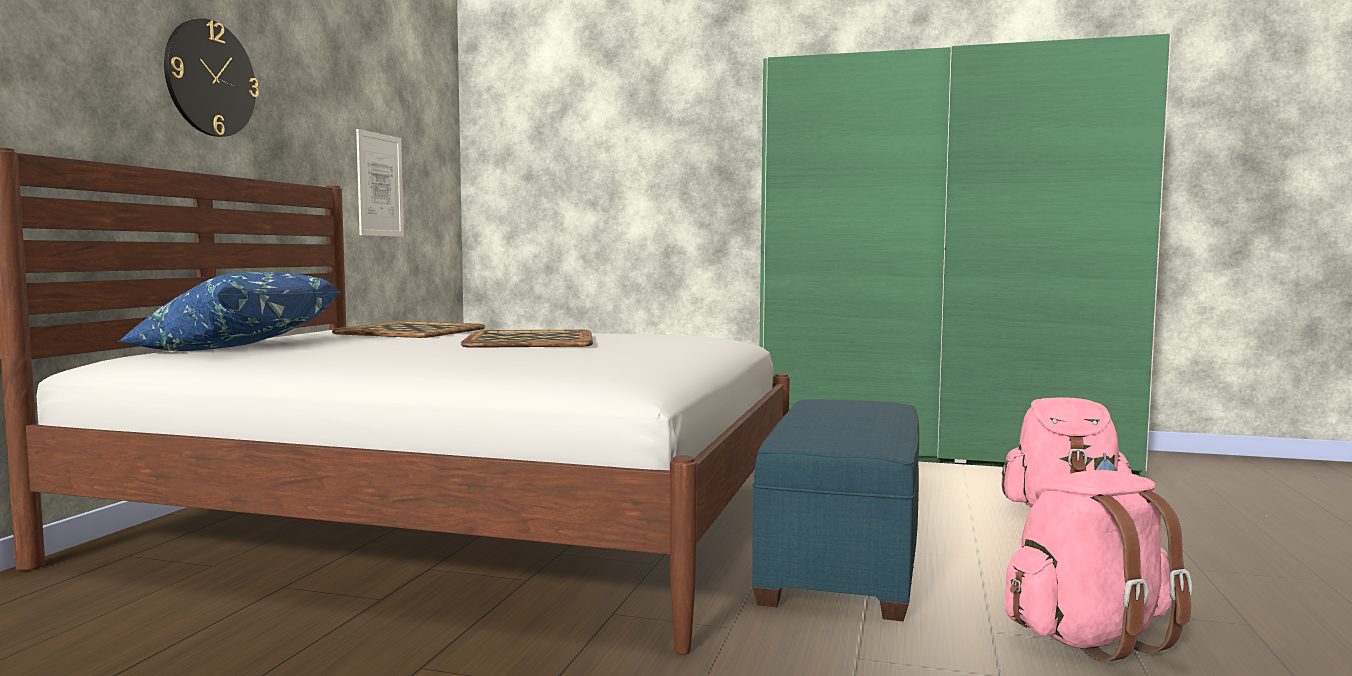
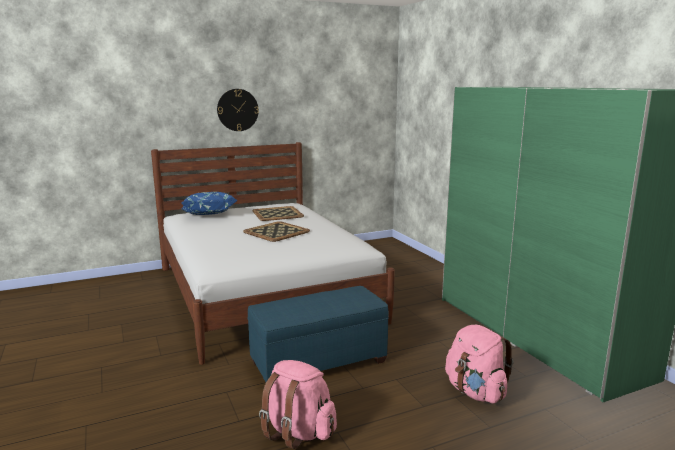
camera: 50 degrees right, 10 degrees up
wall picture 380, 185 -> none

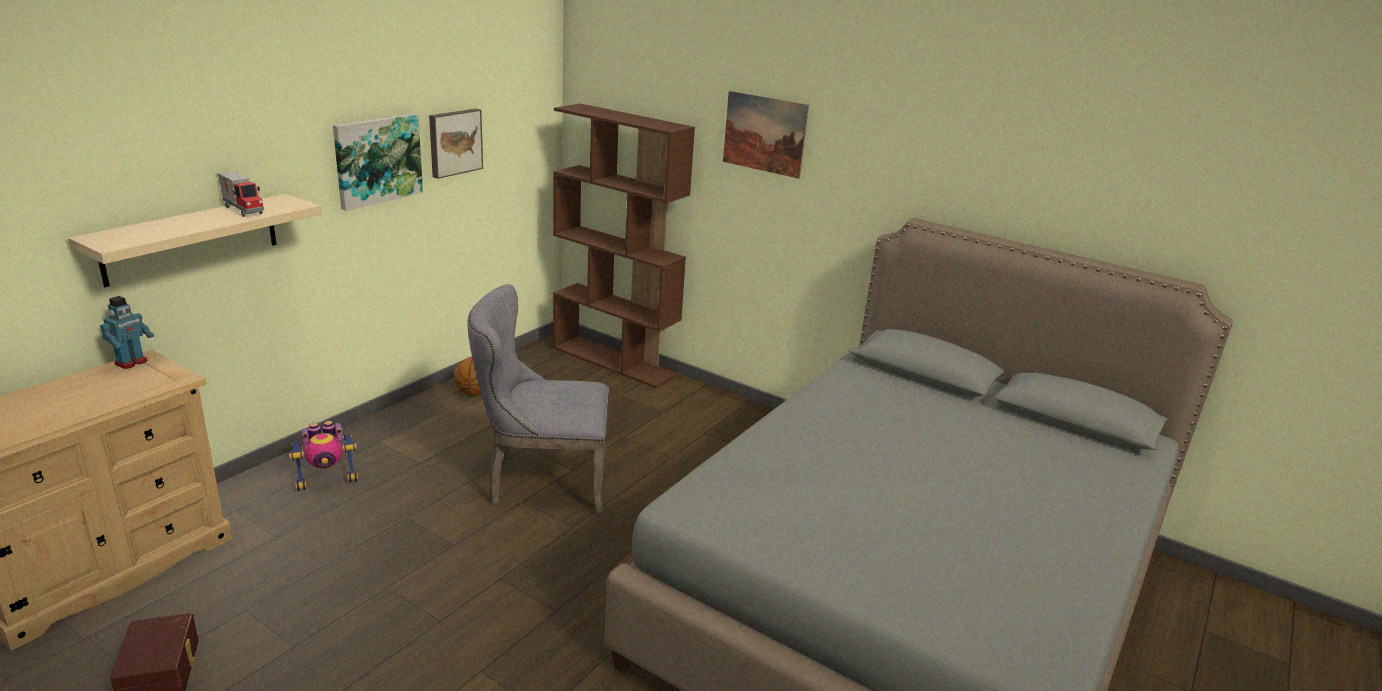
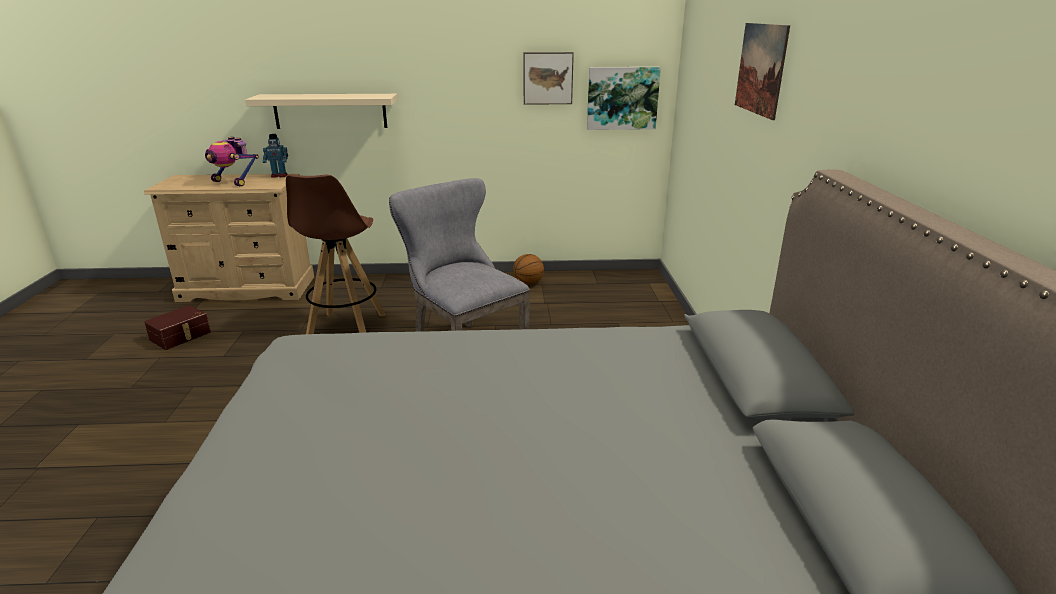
camera: 55 degrees right, 0 degrees up
toy truck 244, 210 -> none
toy robot 327, 481 -> toy robot 233, 182, shifted
wall picture 377, 160 -> wall picture 622, 98, shifted
shelving unit (brownish) 615, 361 -> none
none -> stool (brownish) 346, 330

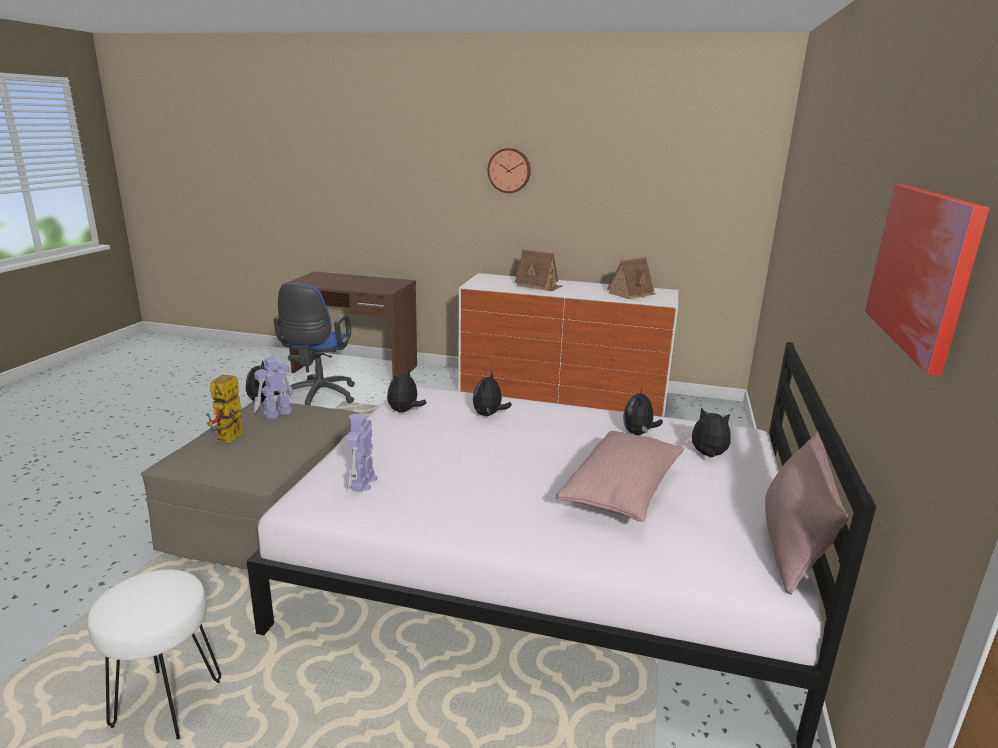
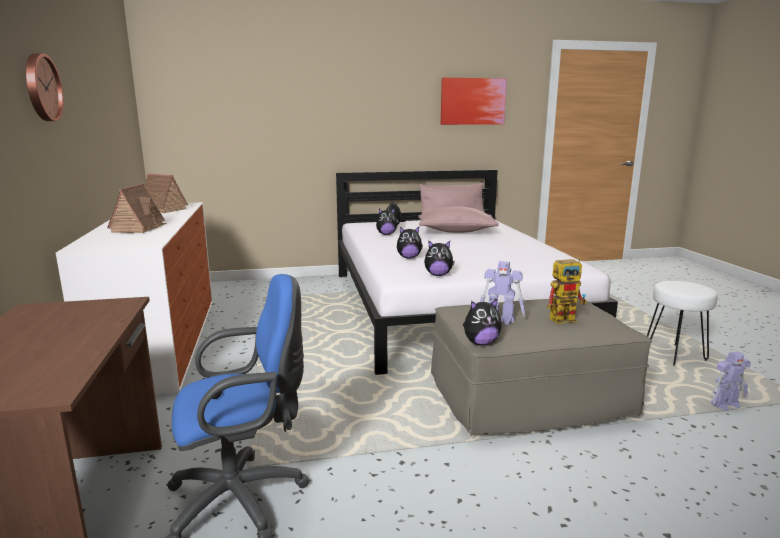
camera: 115 degrees left, 5 degrees down
toy robot 362, 483 -> toy robot 726, 405, shifted

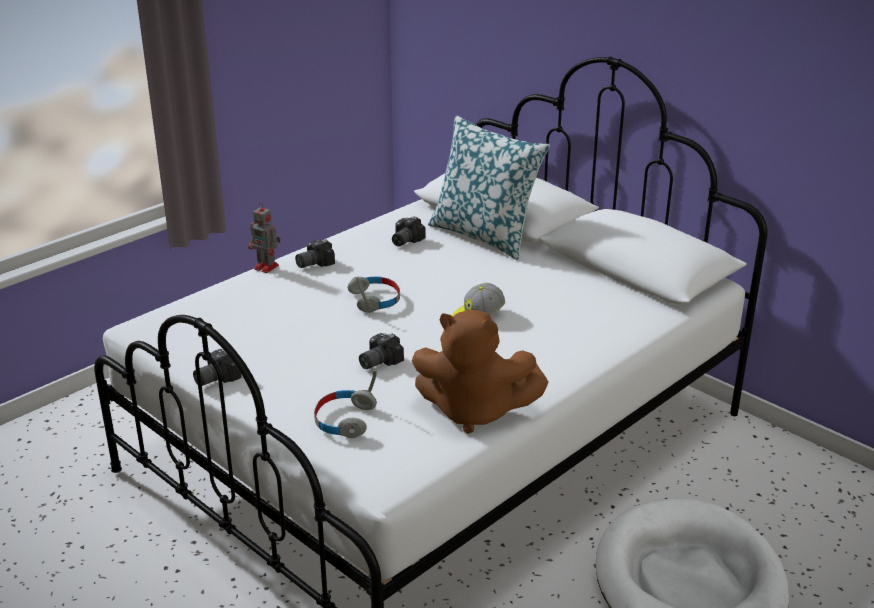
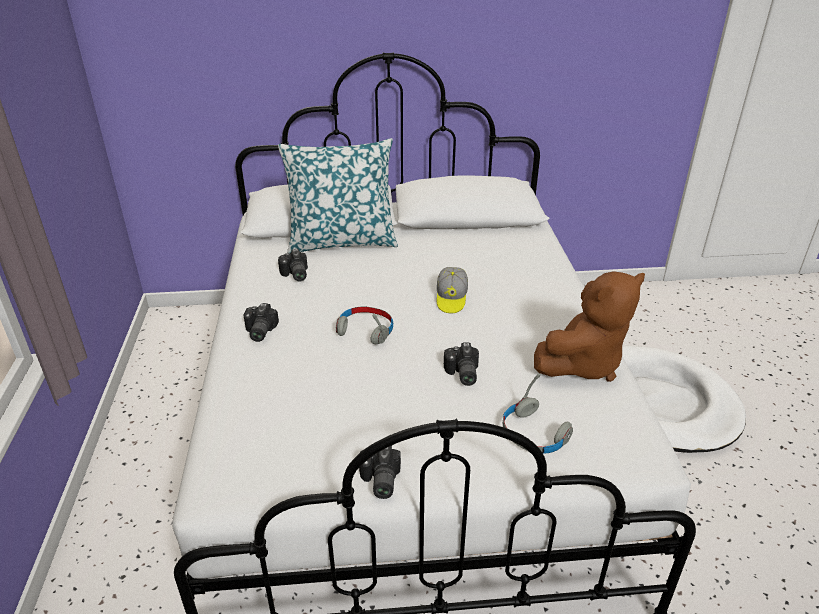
camera: 50 degrees left, 5 degrees up
toy robot 267, 267 -> none

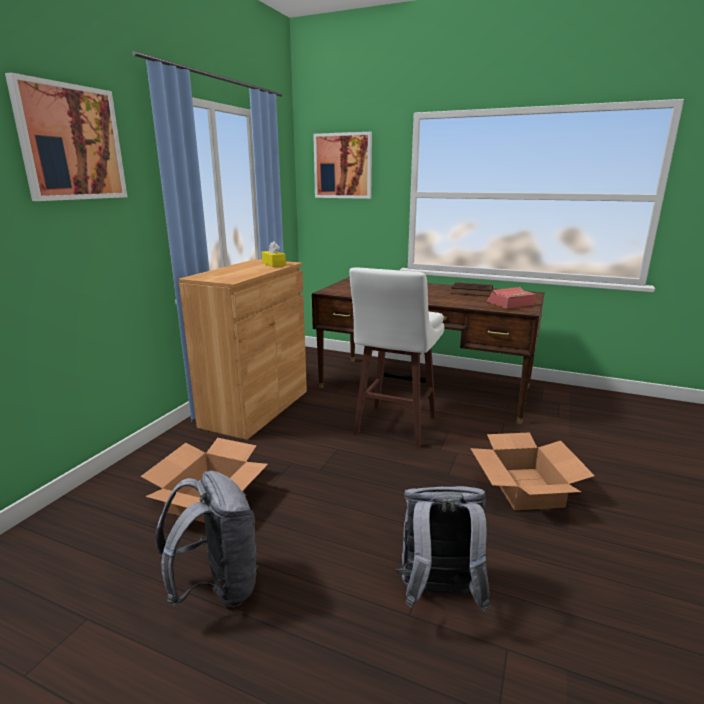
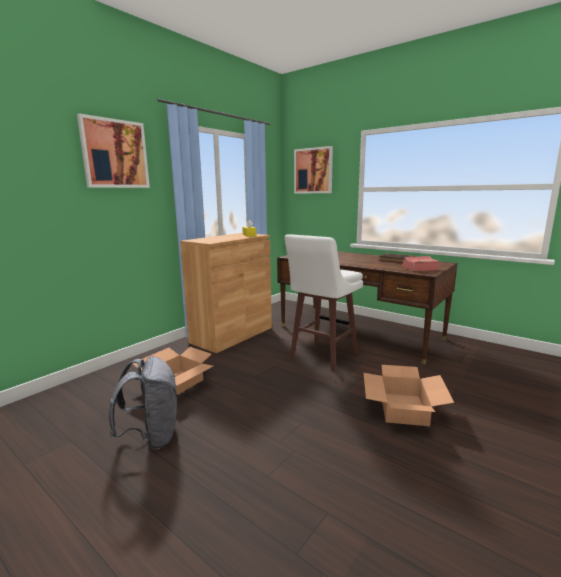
camera: 15 degrees right, 5 degrees down
rucksack (grey) 438, 595 -> none

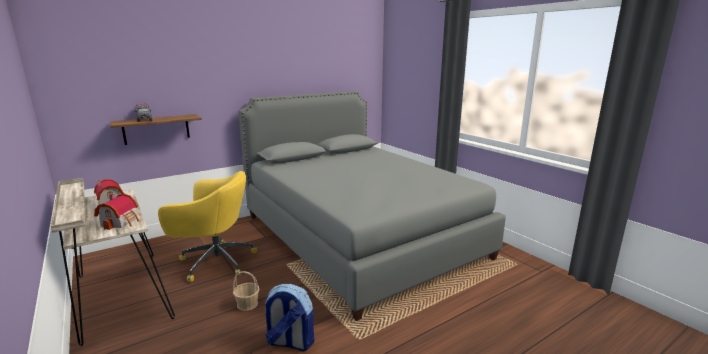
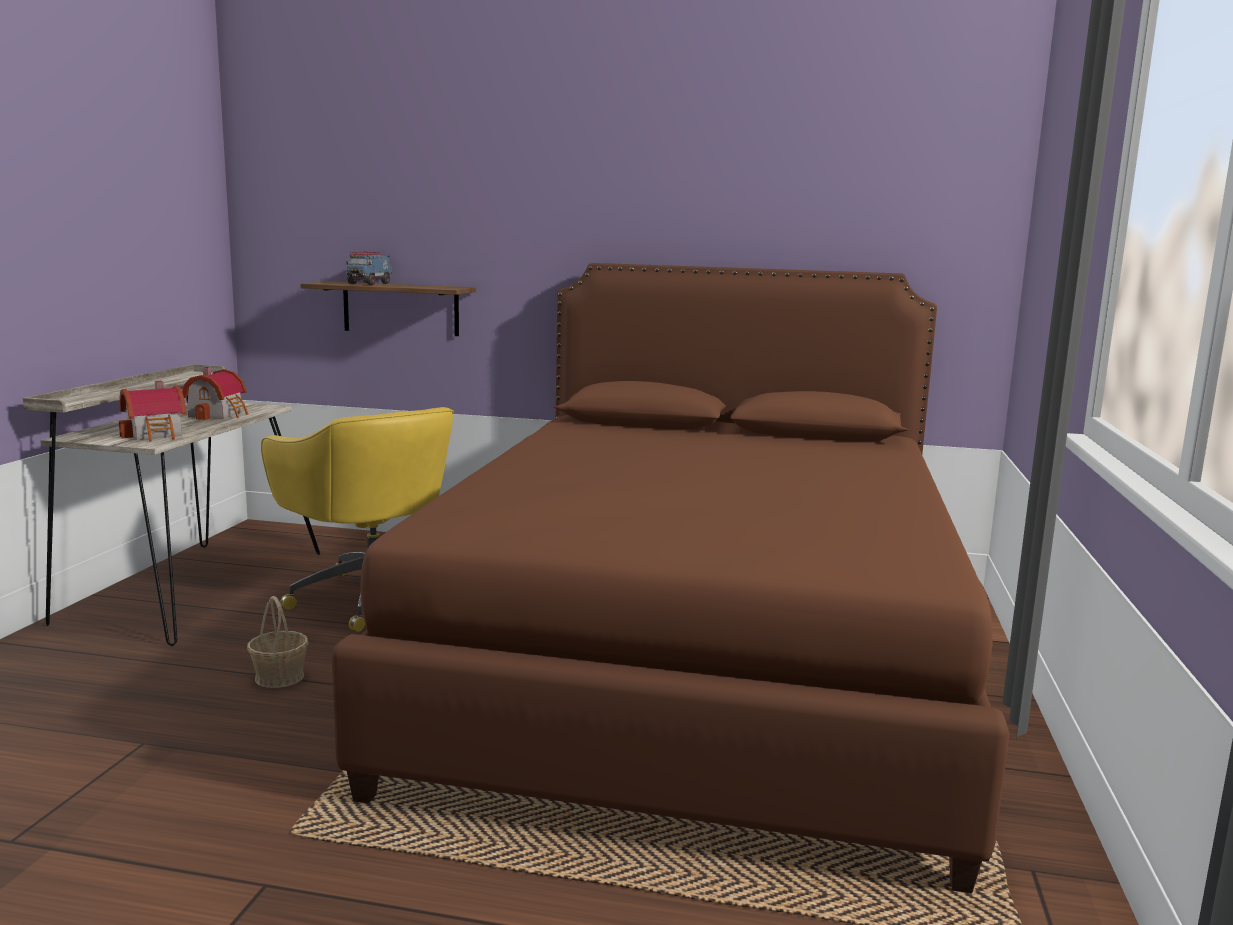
camera: 45 degrees right, 5 degrees down
bed (grey) 359, 236 -> bed (brownish) 696, 665
rucksack 290, 342 -> none

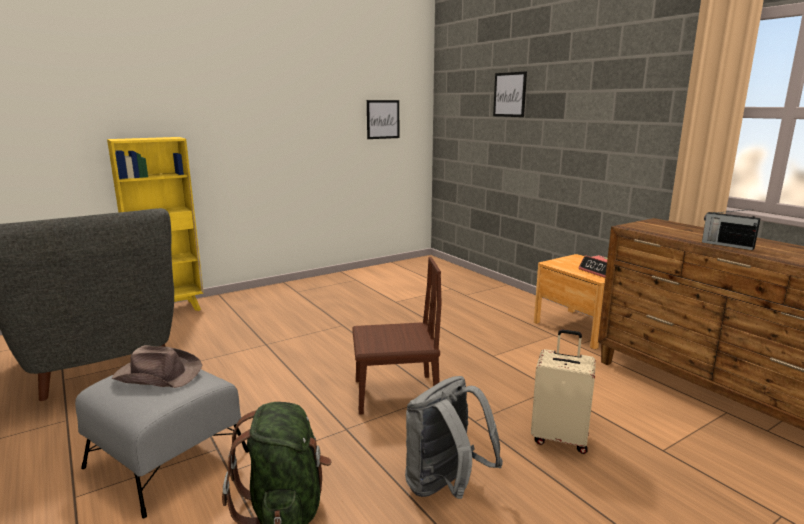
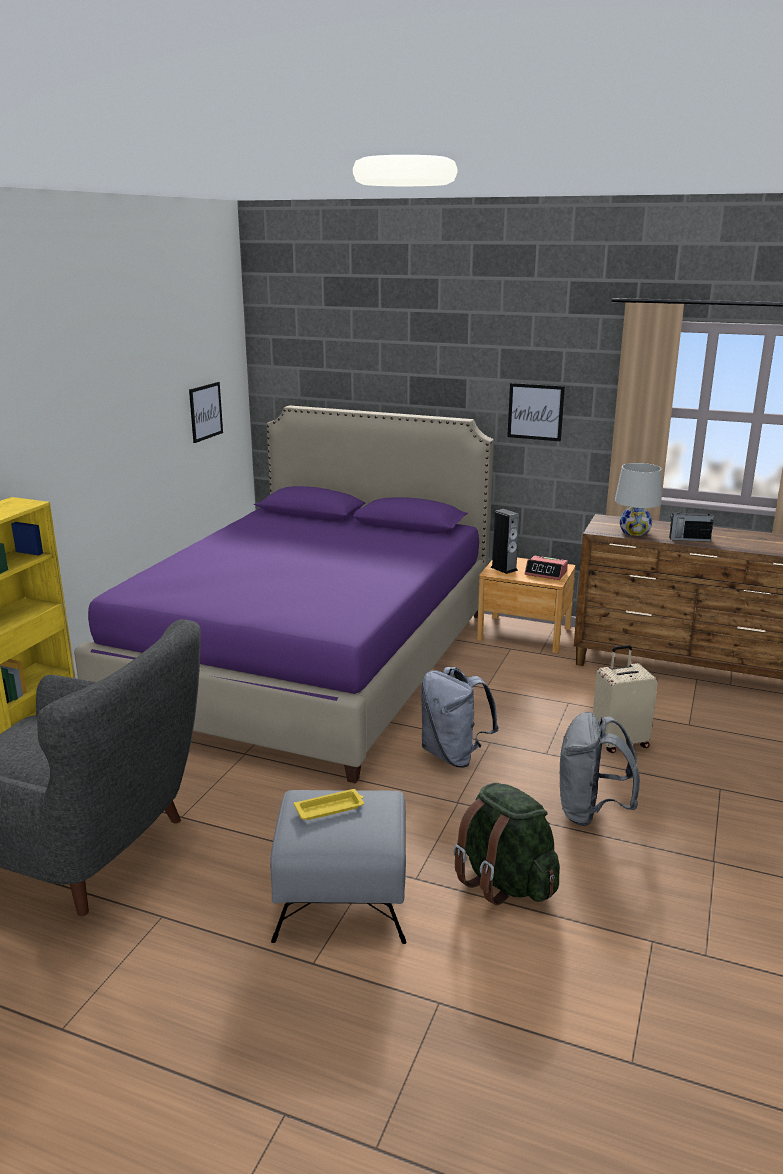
camera: 35 degrees left, 5 degrees up
hat (brownish) 157, 374 -> serving tray (yellowish) 330, 808
upright chair (brownish) 395, 394 -> rucksack (grey) 453, 755
wall picture 509, 94 -> wall picture 535, 412, shifted
none -> bed (purple) 310, 662
none -> speaker 504, 568
none -> table lamp (white-coloured) 634, 532

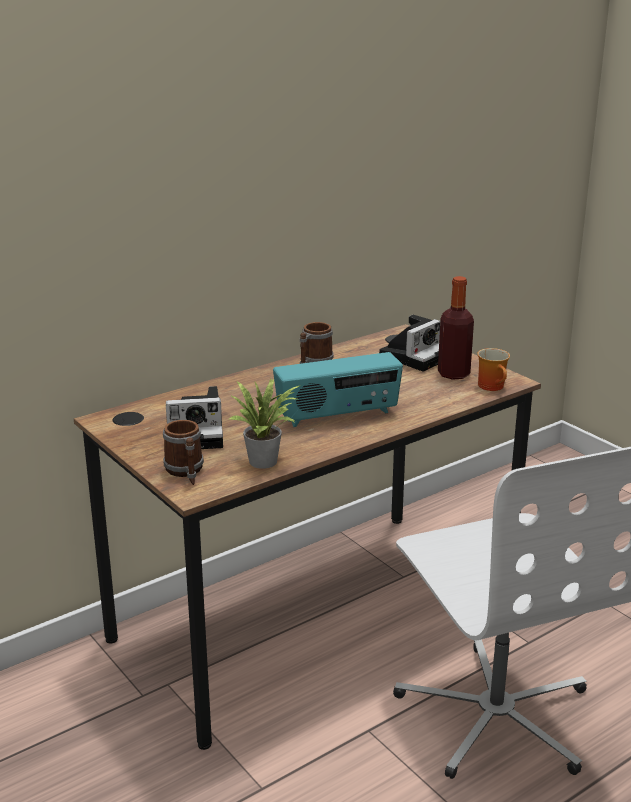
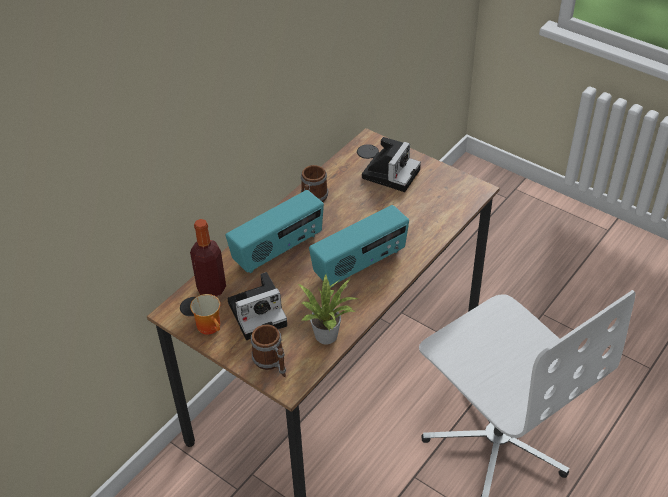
camera: 15 degrees left, 20 degrees up
drink bottle 453, 374 -> drink bottle 211, 288, shifted
tea mug 494, 387 -> tea mug 211, 326, shifted
none -> radio receiver 278, 250

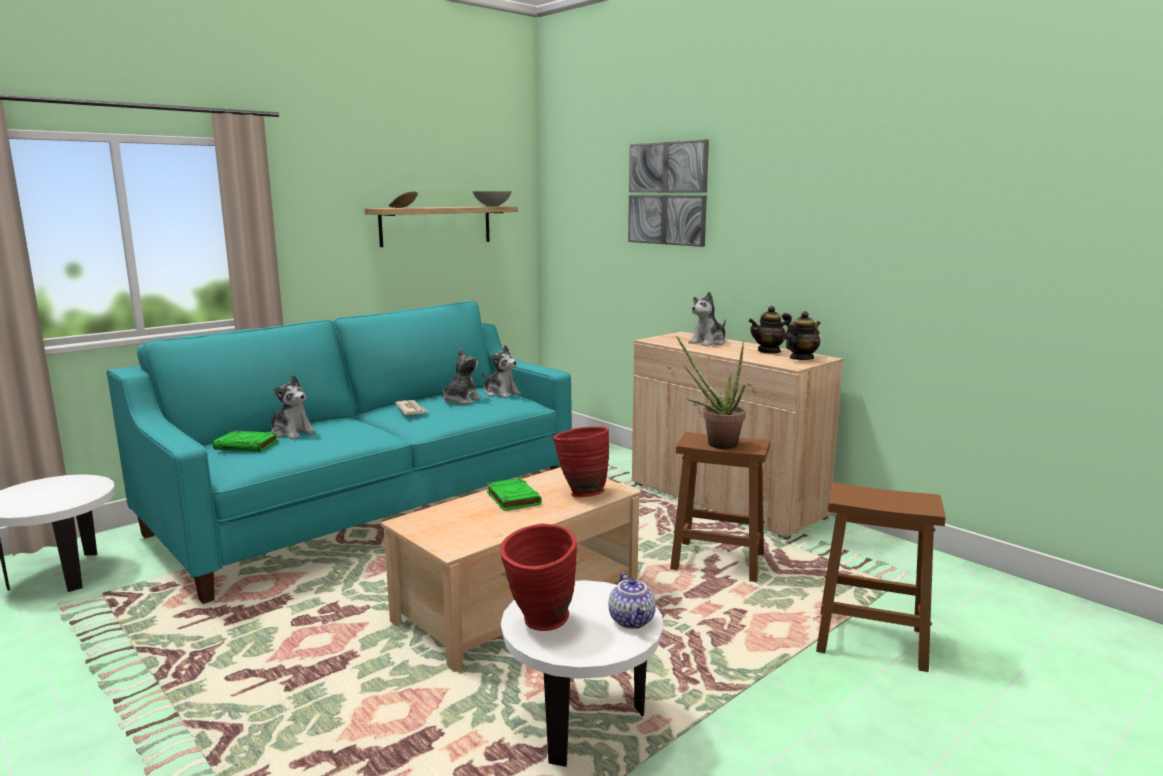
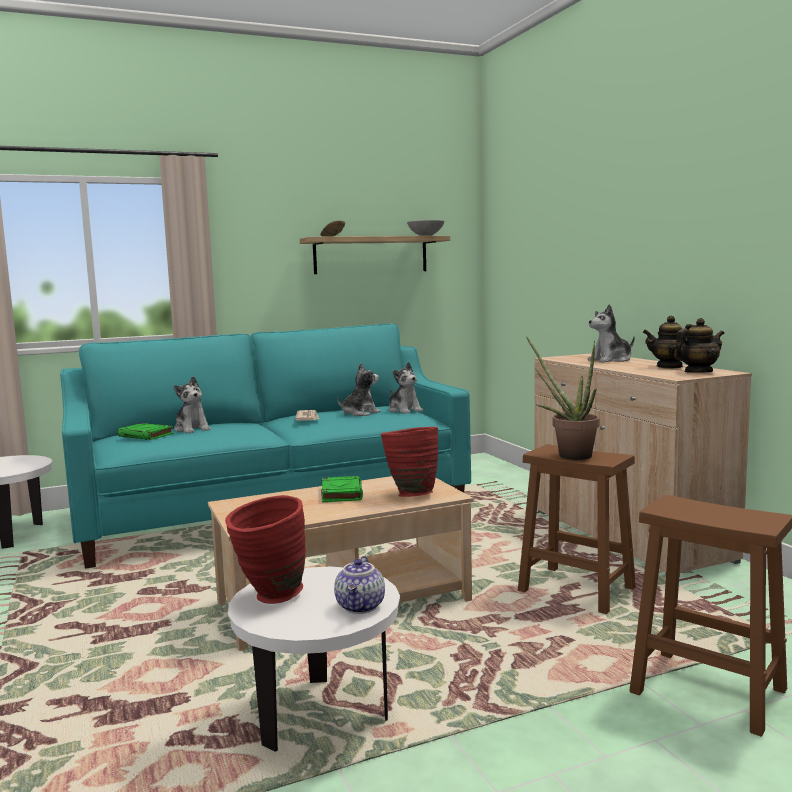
camera: 20 degrees right, 5 degrees down
wall picture 667, 193 -> none

